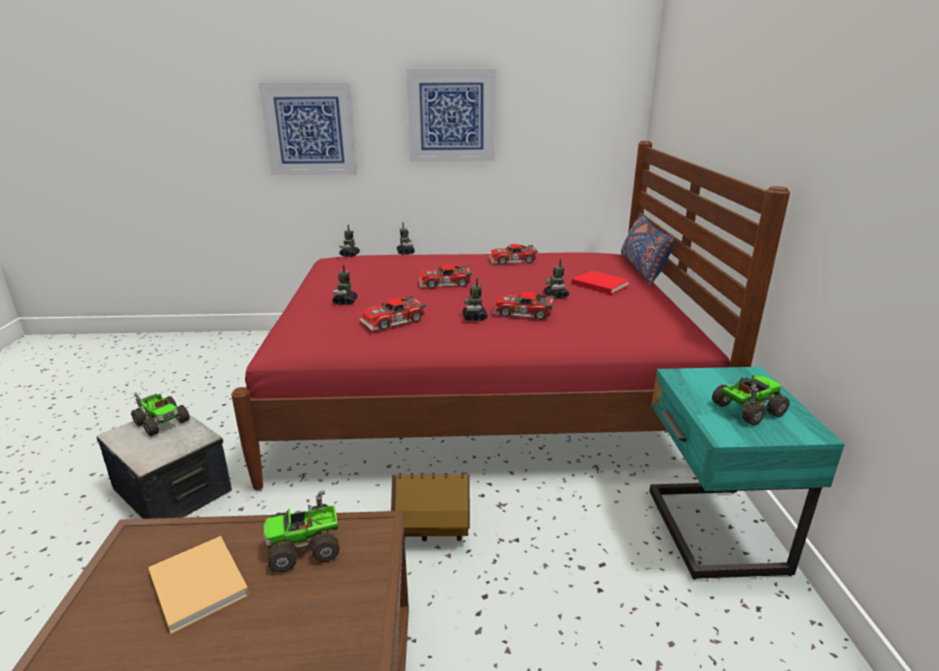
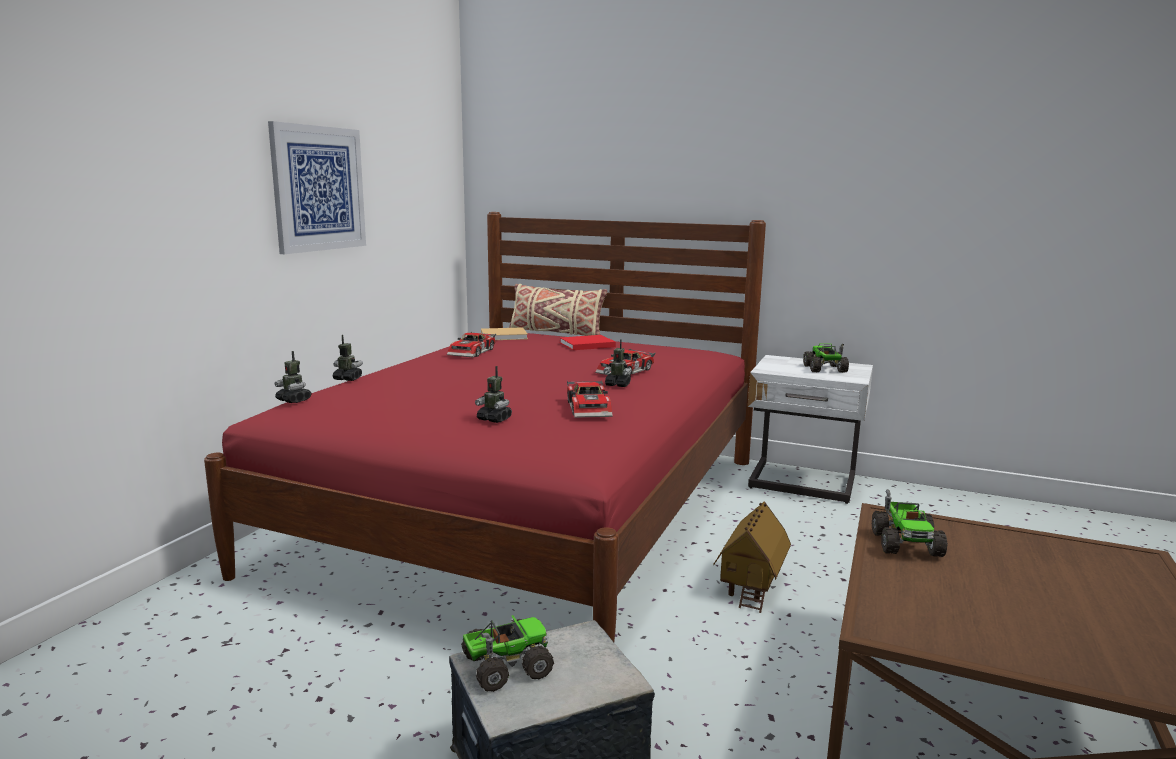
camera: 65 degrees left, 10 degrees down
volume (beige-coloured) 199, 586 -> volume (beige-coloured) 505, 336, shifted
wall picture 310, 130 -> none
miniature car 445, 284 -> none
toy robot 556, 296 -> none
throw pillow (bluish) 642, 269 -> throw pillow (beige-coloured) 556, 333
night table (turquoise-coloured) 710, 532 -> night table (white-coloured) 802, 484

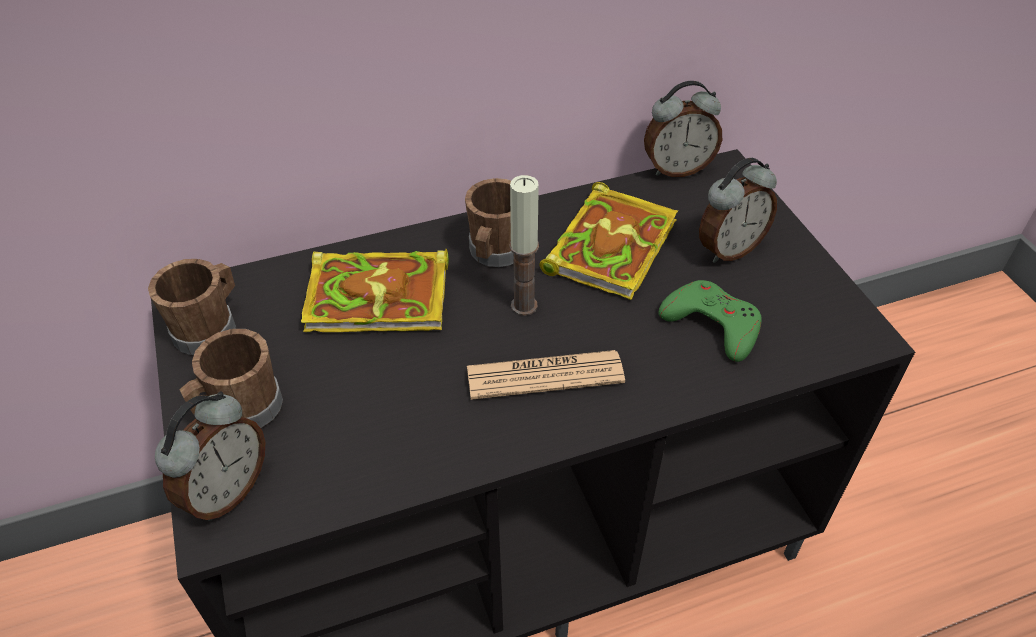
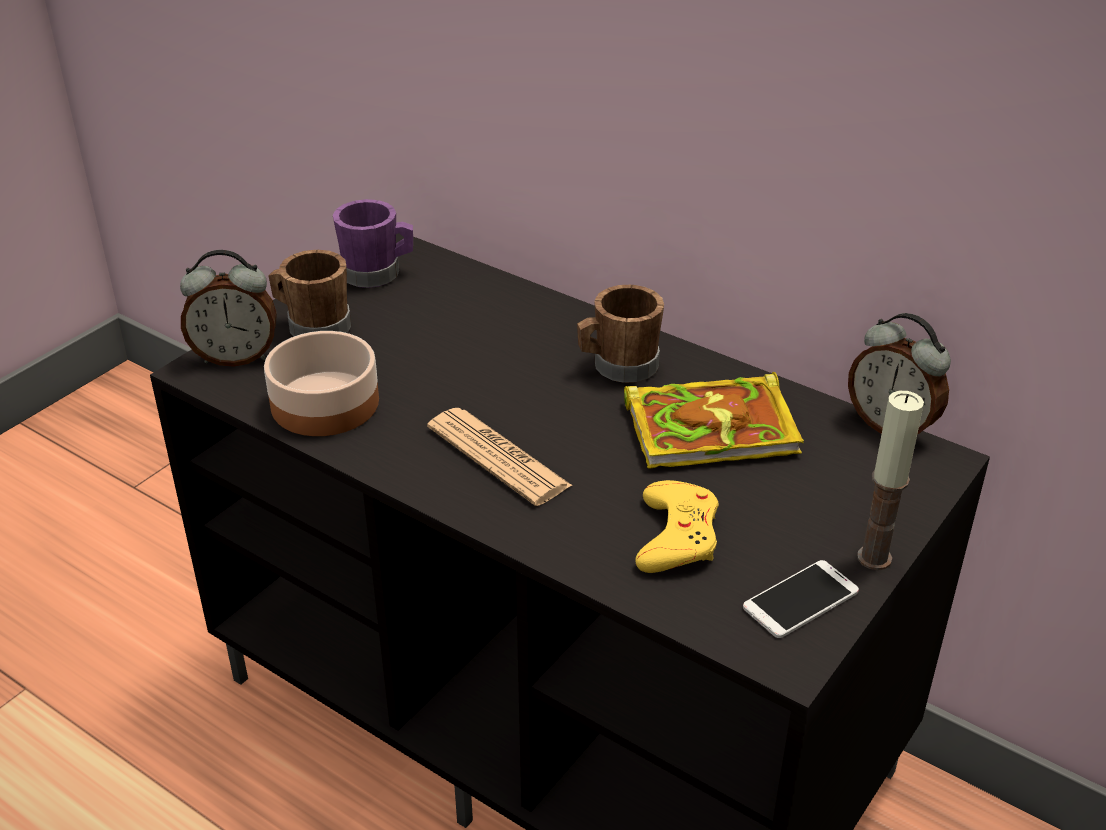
camera: 55 degrees right, 10 degrees down
tea mug (brownish) 210, 327 -> tea mug (purple) 377, 273
volume 382, 296 -> none
candle 524, 305 -> candle 874, 558, shifted
gamepad (green) 712, 324 -> gamepad (yellowish) 677, 536
table clock 728, 249 -> none
none -> bowl 324, 402
none -> telephone 800, 600

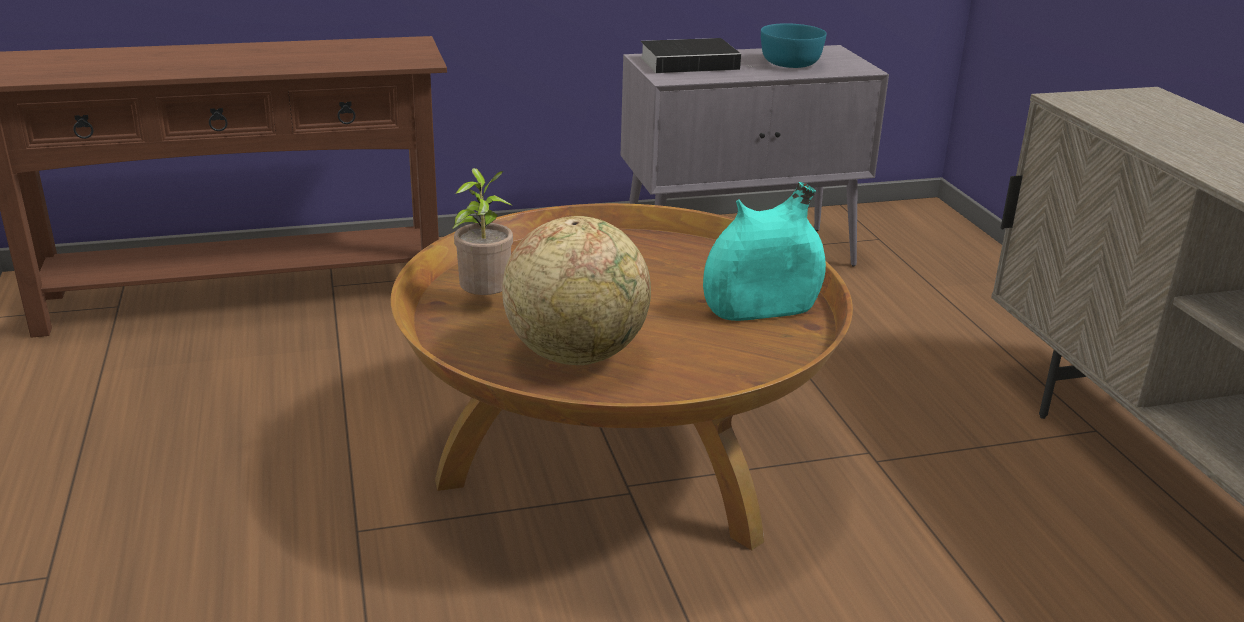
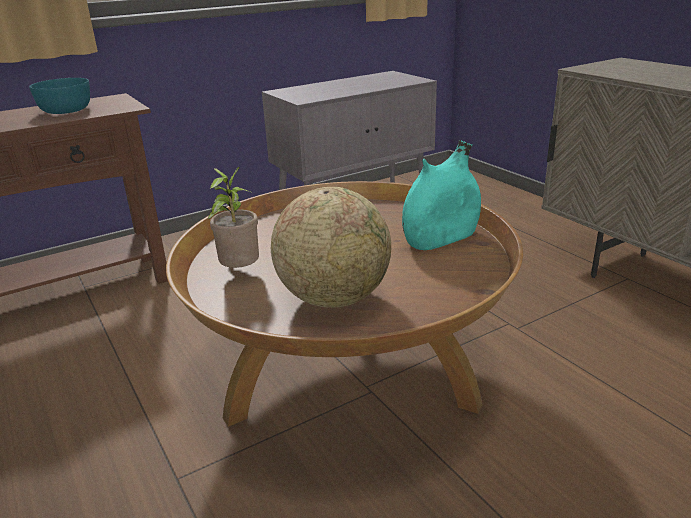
camera: 15 degrees left, 0 degrees up
volume 691, 62 -> none
bowl (turquoise-coloured) 790, 63 -> bowl (turquoise-coloured) 65, 110, shifted

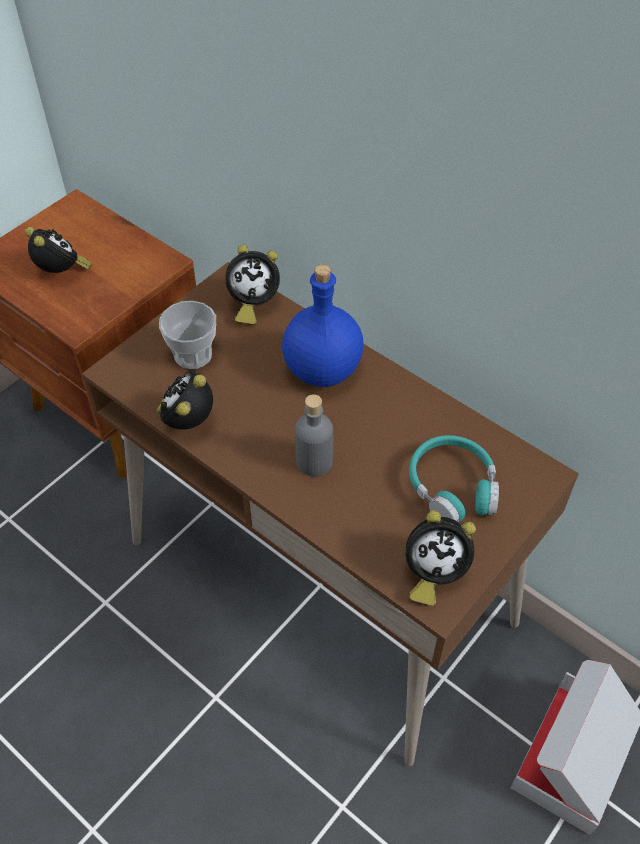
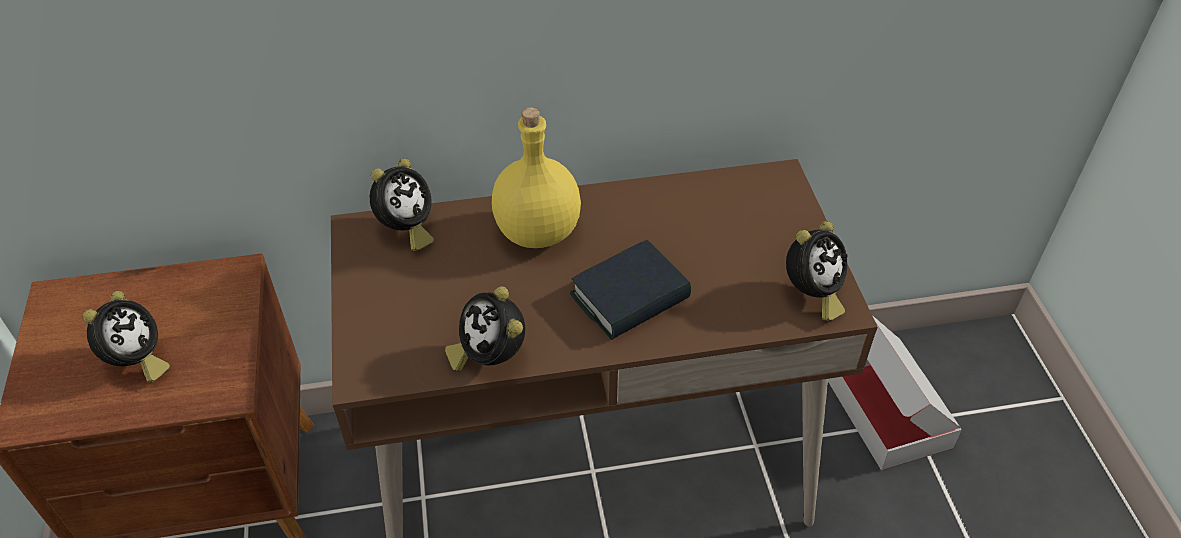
camera: 50 degrees left, 5 degrees down
table clock 62, 273 -> table clock 137, 362, 105 degrees clockwise
small cup 193, 355 -> none
drink bottle (bluish) 321, 369 -> drink bottle (yellowish) 536, 232
drink bottle (grey) 314, 462 -> volume 630, 298
pair of headphones (turquoise-coloured) 452, 487 -> none

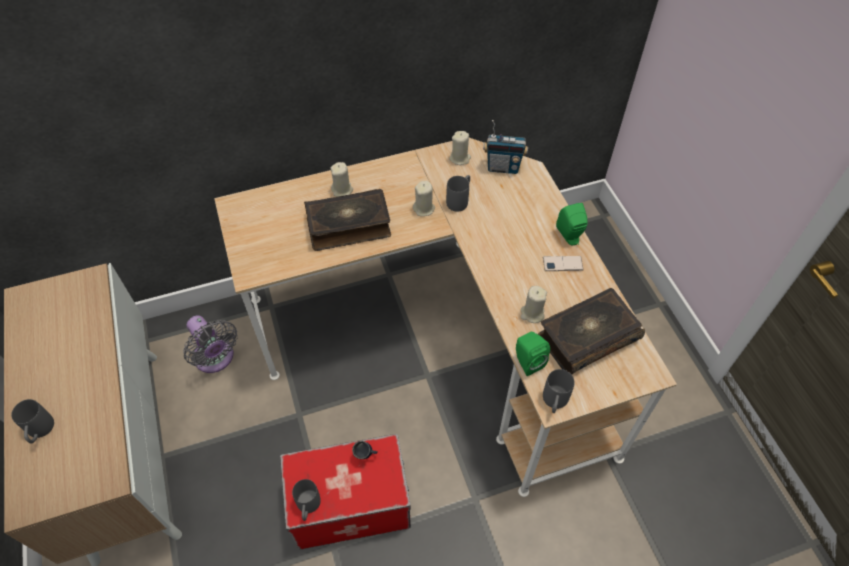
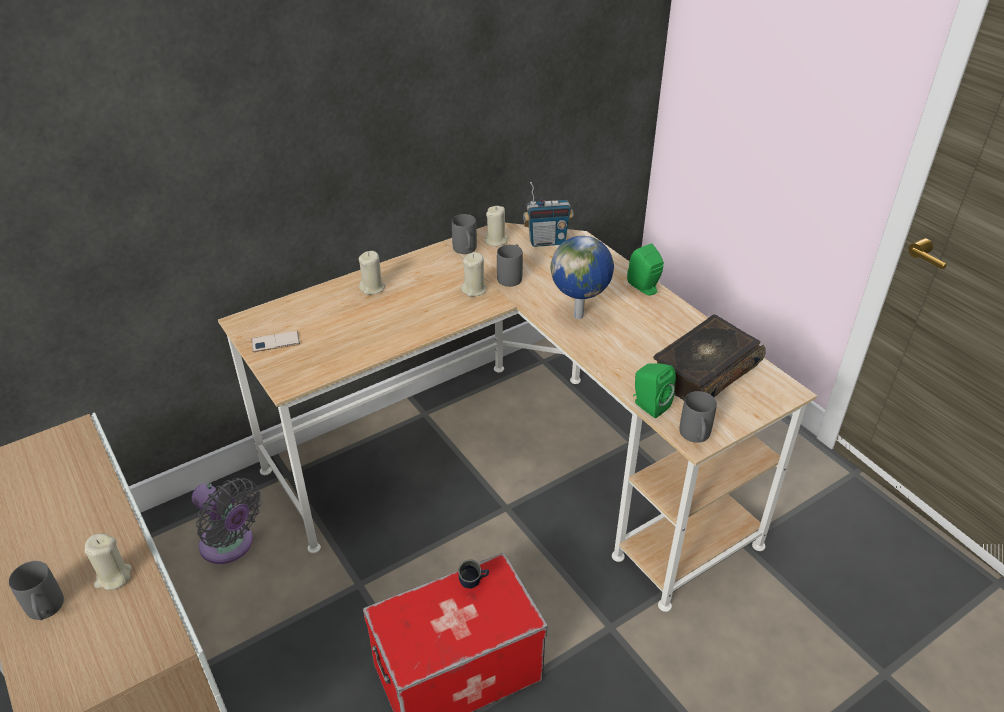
camera: 15 degrees left, 15 degrees down
tea mug (grey) 308, 507 -> tea mug (grey) 466, 251, shifted
volume 348, 226 -> none
candle (beige-coloured) 532, 314 -> candle (beige-coloured) 113, 577, shifted
telephone 562, 264 -> telephone 275, 342, shifted
none -> world globe 580, 316

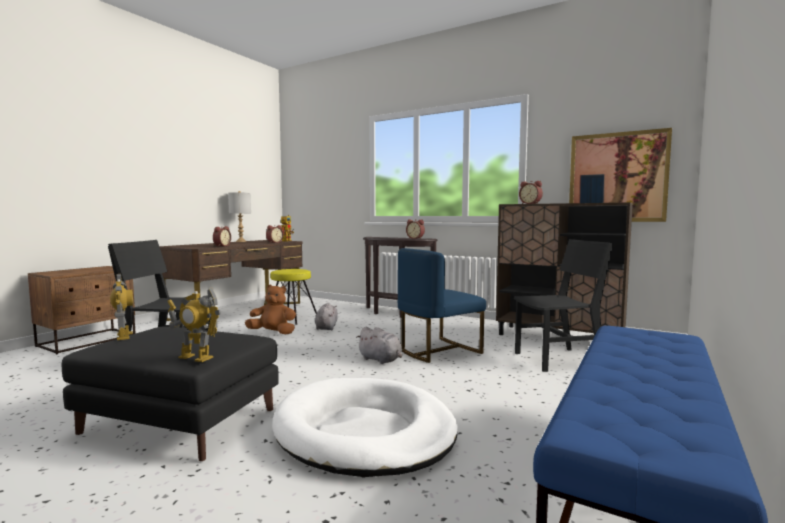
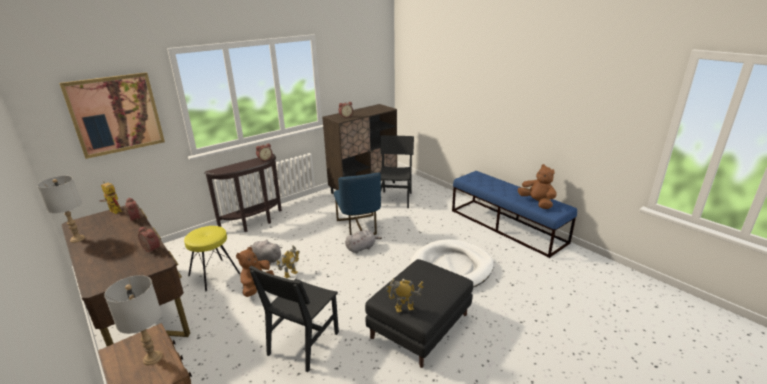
camera: 70 degrees left, 20 degrees up
toy robot 195, 357 -> toy robot 290, 274, shifted
wall picture 617, 177 -> wall picture 116, 114, shifted
none -> table lamp (grey) 153, 358
none -> soft toy (brownish) 537, 203

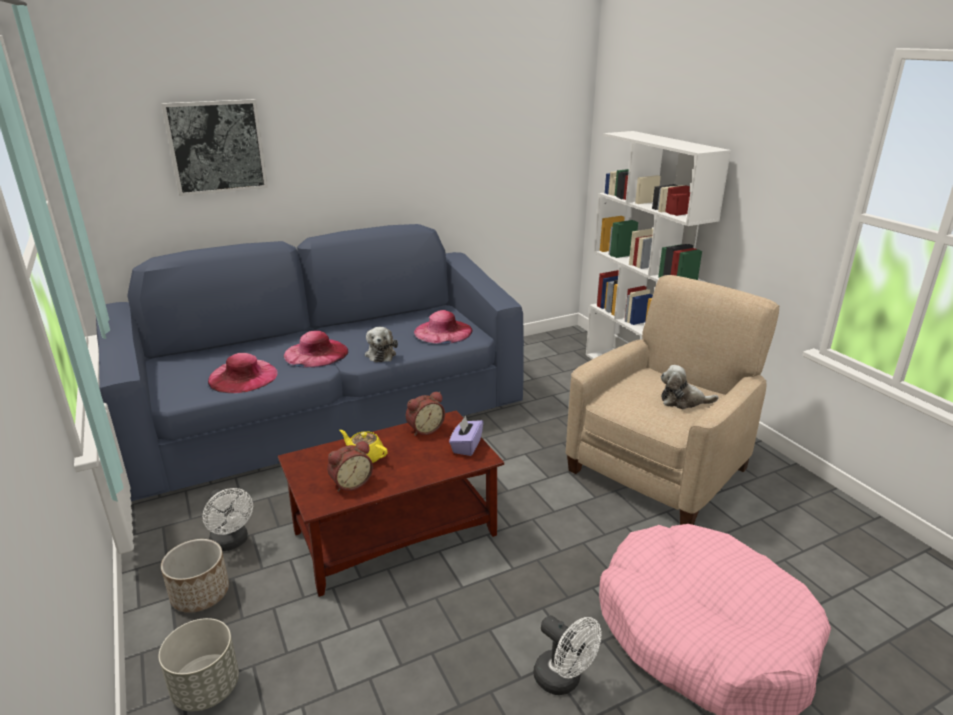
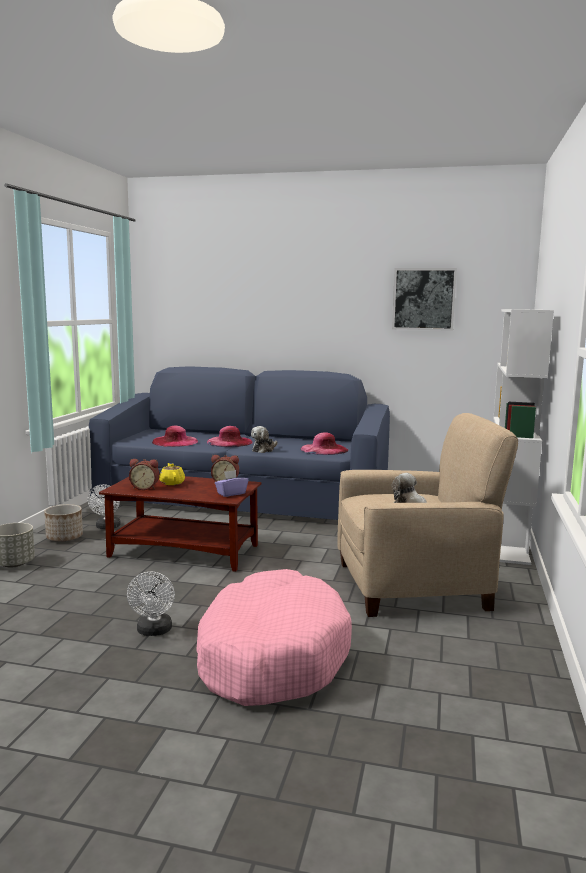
camera: 40 degrees right, 15 degrees down
wall picture 216, 147 -> wall picture 424, 299, shifted

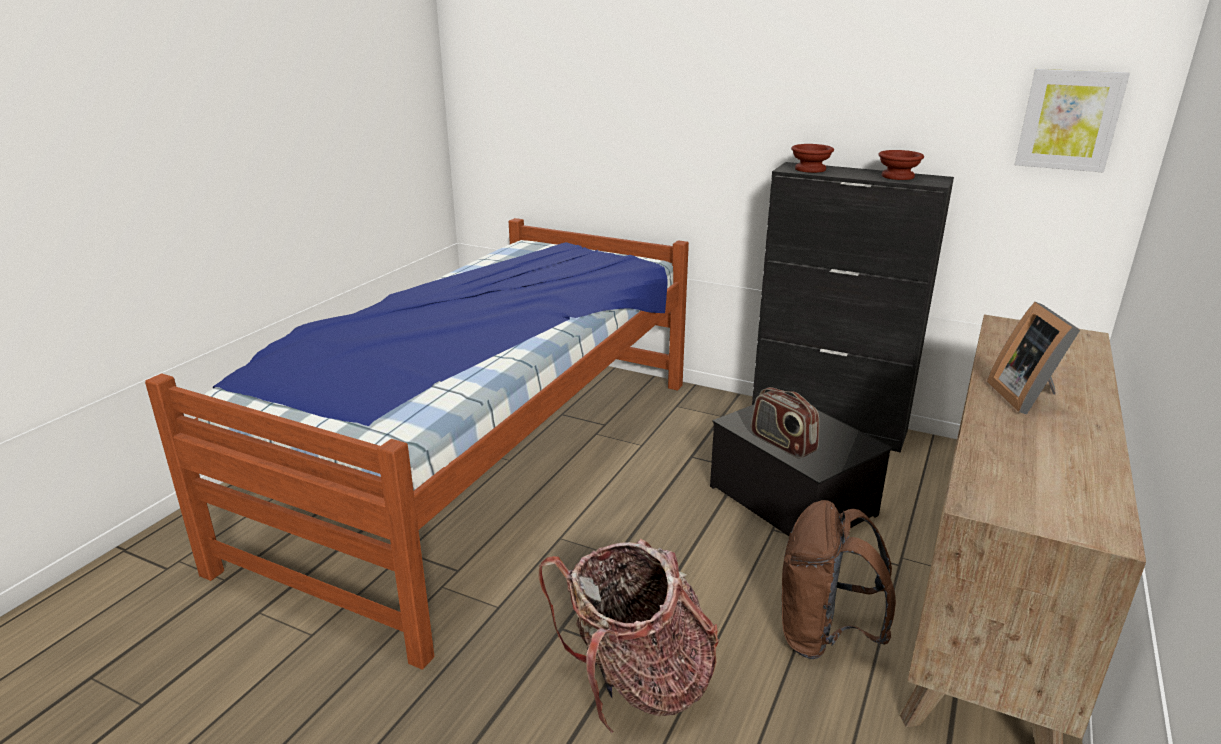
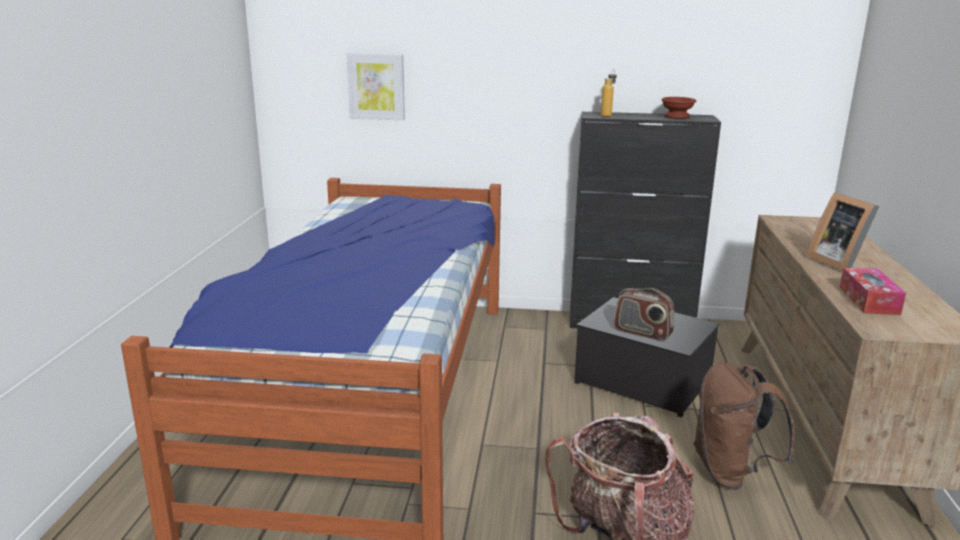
camera: 20 degrees left, 5 degrees down
bowl (brownish) 808, 169 -> drink bottle 607, 115
wall picture 1069, 120 -> wall picture 376, 86, shifted
none -> box of tissues 869, 300

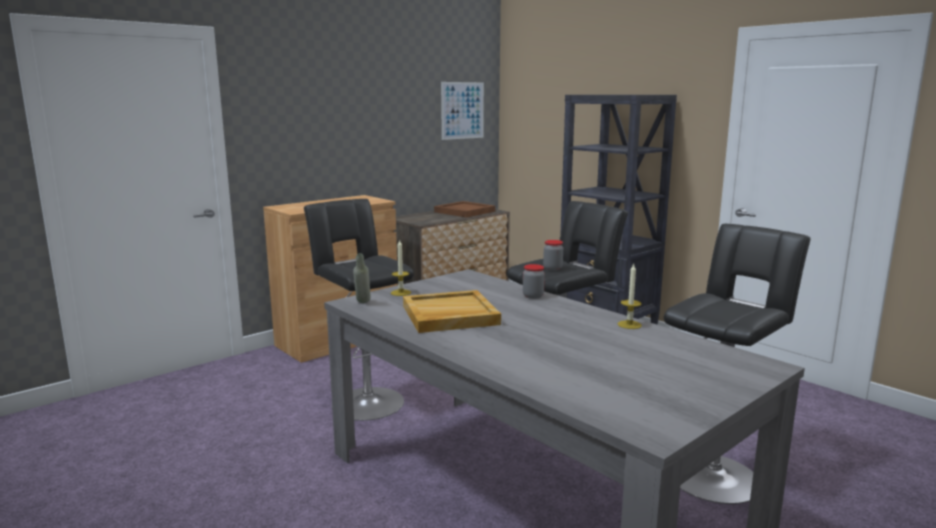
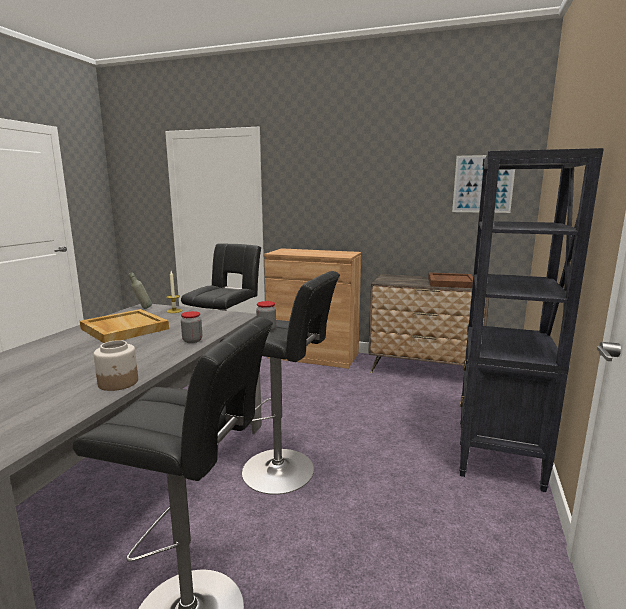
camera: 60 degrees right, 0 degrees up
candle 629, 325 -> preserve jar 118, 383

